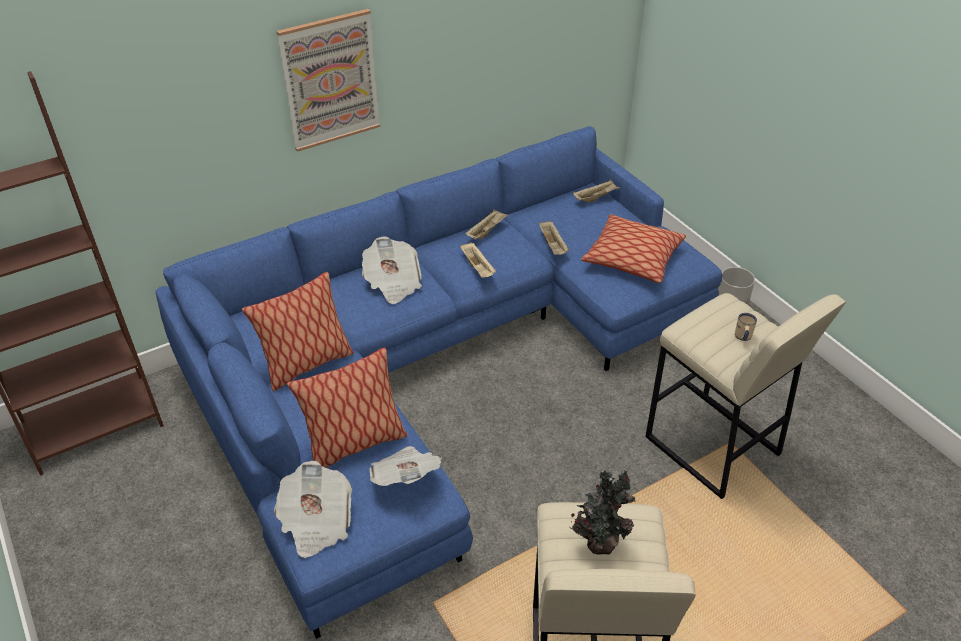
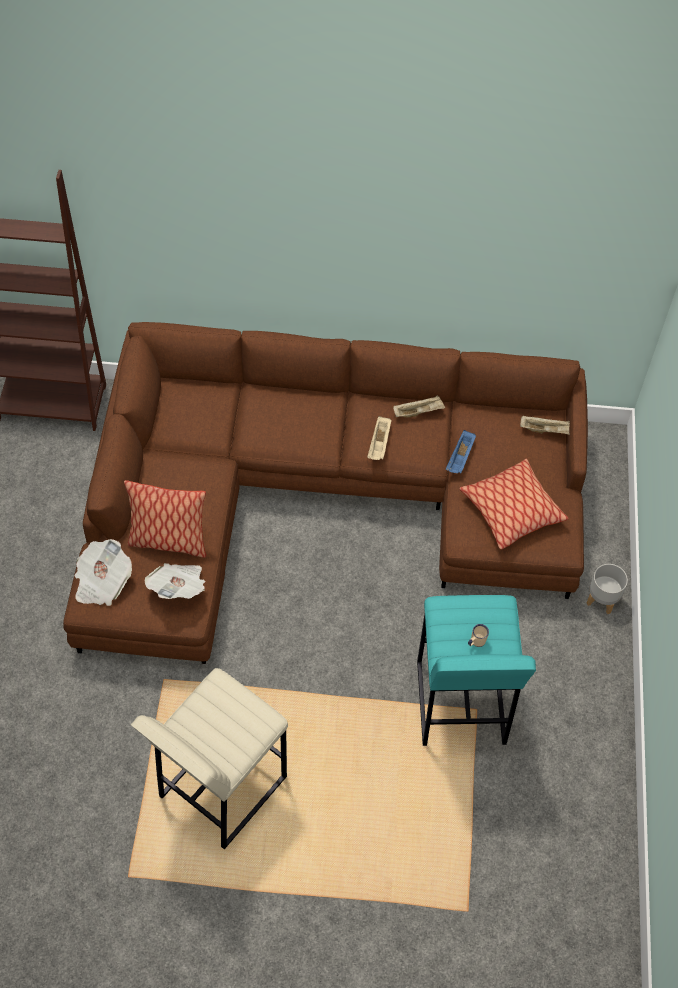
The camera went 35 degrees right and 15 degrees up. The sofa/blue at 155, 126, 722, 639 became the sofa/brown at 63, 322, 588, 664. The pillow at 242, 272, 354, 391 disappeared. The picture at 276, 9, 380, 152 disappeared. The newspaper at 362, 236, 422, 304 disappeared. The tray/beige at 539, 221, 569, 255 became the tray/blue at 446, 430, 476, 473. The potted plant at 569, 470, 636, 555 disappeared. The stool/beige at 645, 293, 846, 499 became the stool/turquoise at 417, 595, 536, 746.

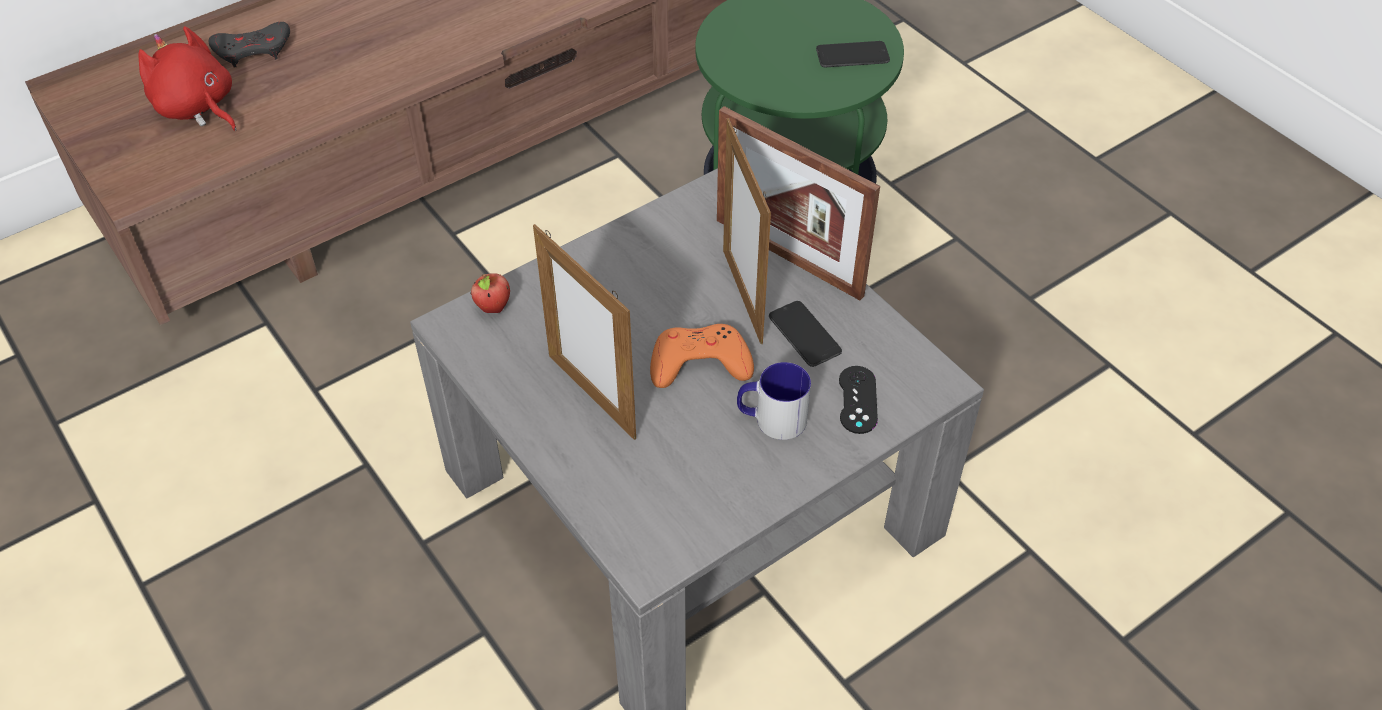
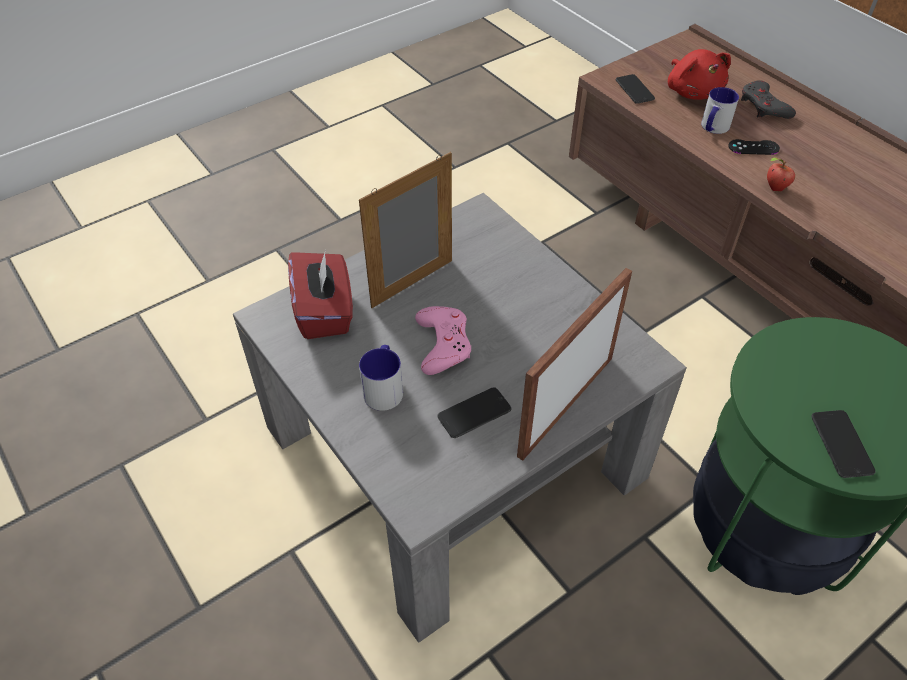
The camera went 90 degrees right and 0 degrees up. The plush toy/red at 138, 26, 237, 131 turned 120 degrees clockwise. The apple moved from 470, 273, 510, 313 to 767, 157, 795, 191. The game controller/orange at 650, 324, 754, 388 became the game controller/pink at 415, 306, 471, 375. The picture frame at 723, 118, 771, 344 disappeared. The game controller/black moved from 839, 366, 878, 434 to 728, 139, 780, 155. The tissue box/red at 288, 250, 353, 339 appeared. The phone at 616, 74, 655, 104 appeared. The mug at 701, 87, 739, 134 appeared.

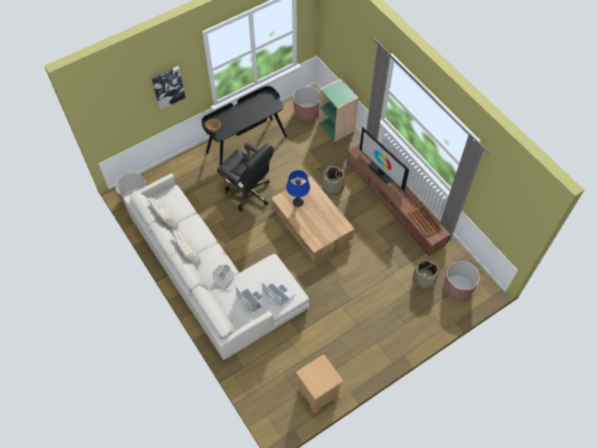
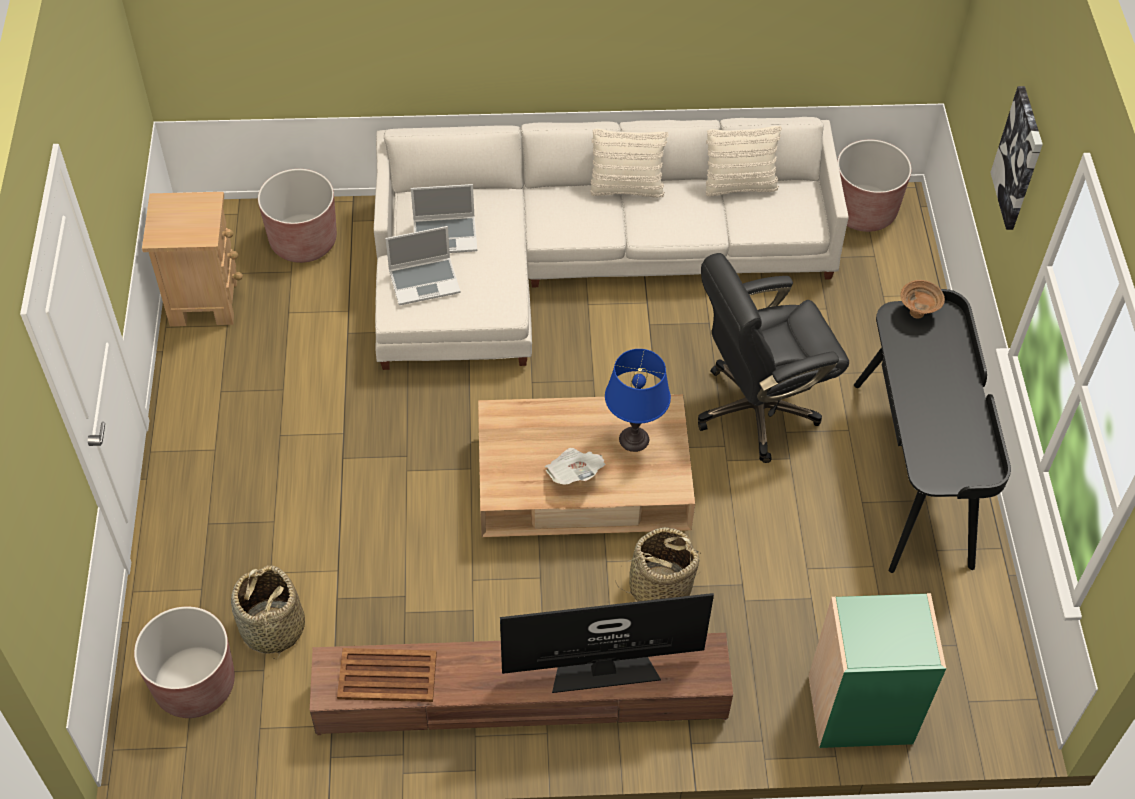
The camera went 120 degrees right and 5 degrees down. The newspaper moved from 212, 265, 234, 290 to 545, 448, 605, 485. The planter/brown moved from 293, 86, 320, 121 to 258, 169, 337, 263.

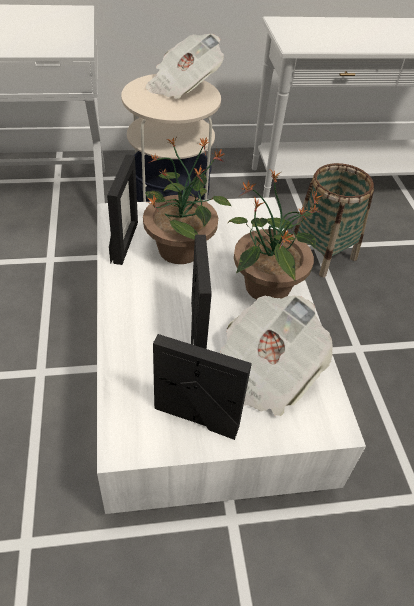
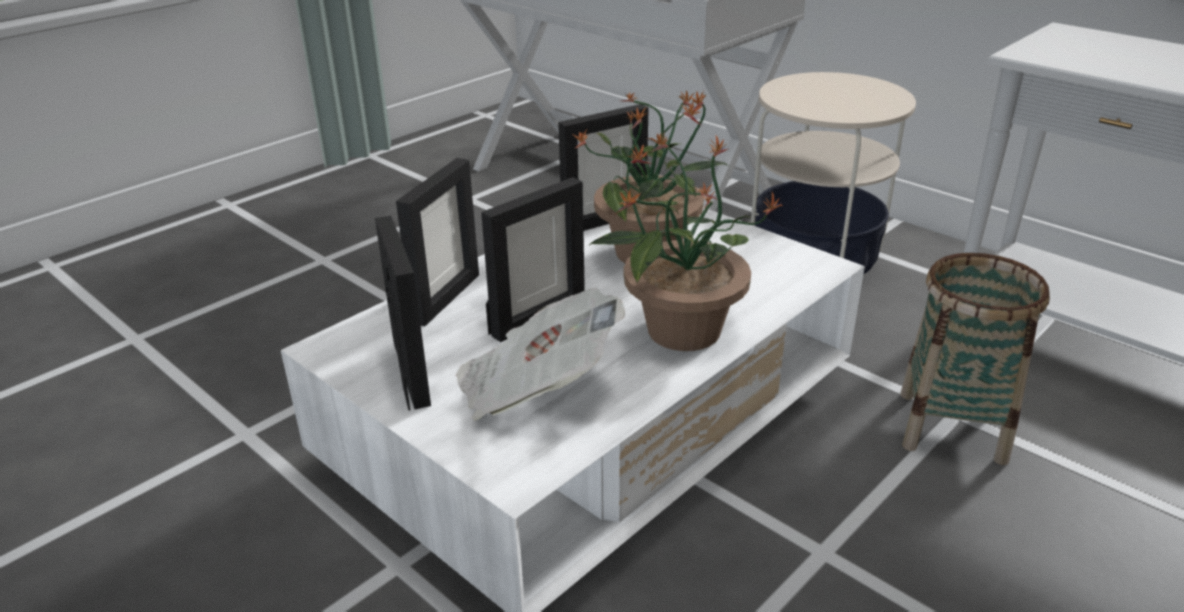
The camera went 55 degrees right and 15 degrees down. The newspaper at 145, 34, 224, 99 disappeared. The picture frame at 396, 158, 479, 326 appeared.

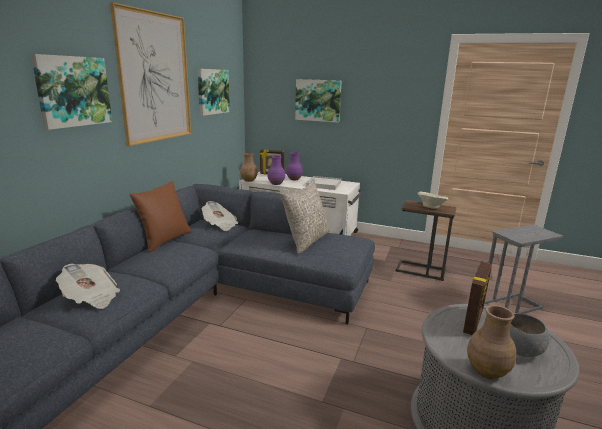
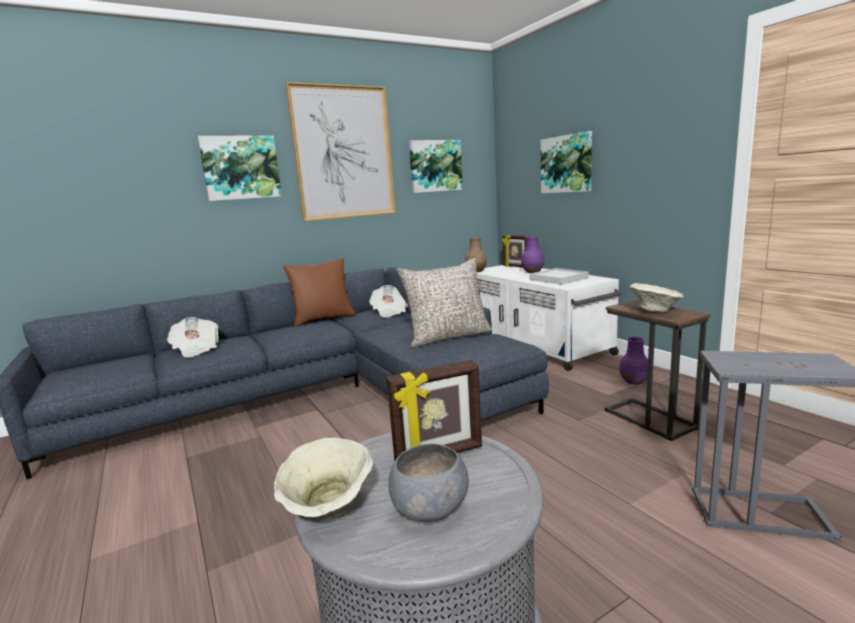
The camera went 40 degrees right and 5 degrees down. The vase/purple moved from 267, 156, 285, 185 to 619, 337, 648, 385. The vase/brown at 467, 305, 516, 379 was replaced by the bowl/beige at 274, 438, 373, 519.

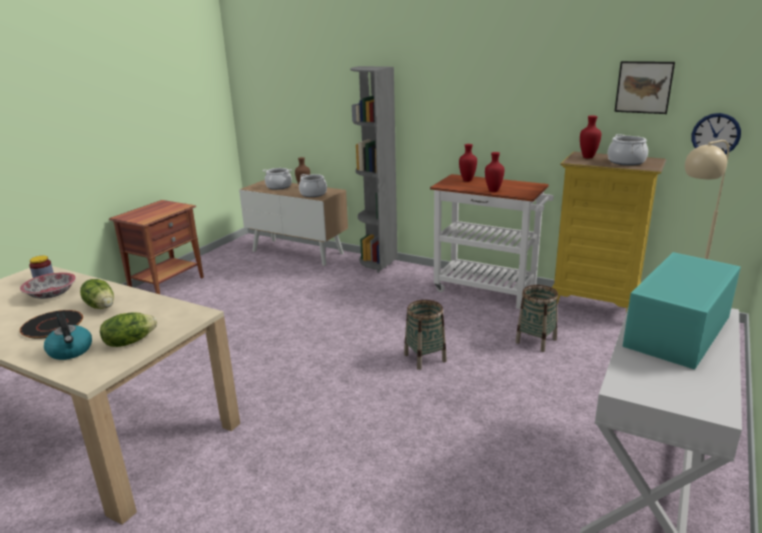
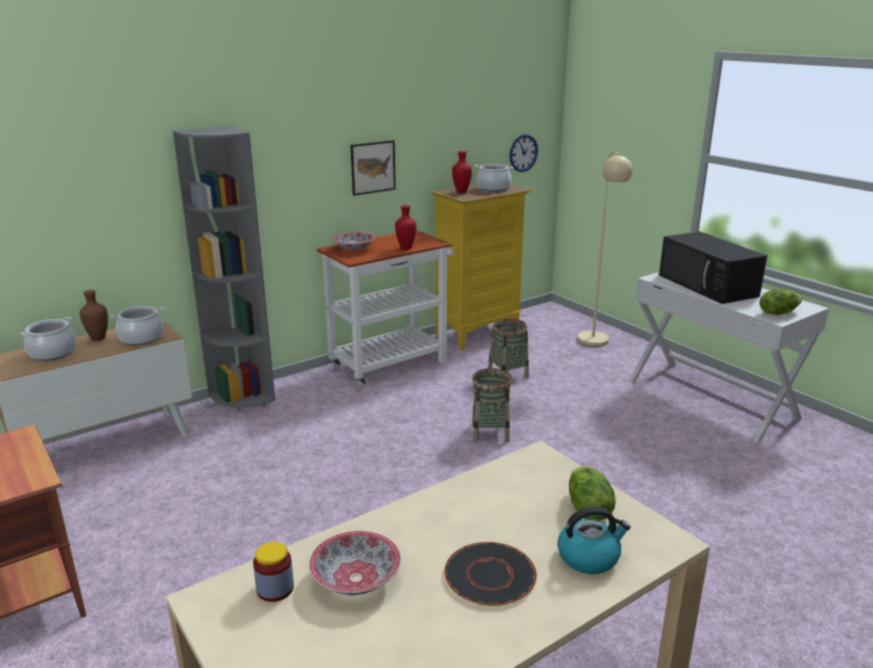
The camera went 65 degrees left and 0 degrees up. The lettuce moved from 80, 279, 114, 309 to 760, 288, 802, 315. The vase/red at 459, 144, 477, 182 was replaced by the bowl at 333, 232, 375, 250. The picture moved from 614, 61, 675, 114 to 351, 140, 396, 196. The microwave/turquoise at 622, 252, 741, 370 became the microwave/black at 659, 231, 767, 304.

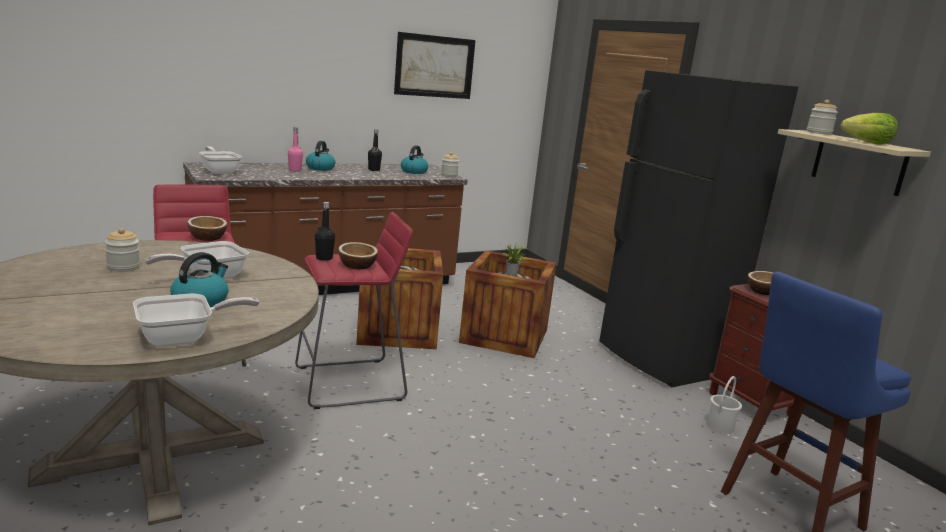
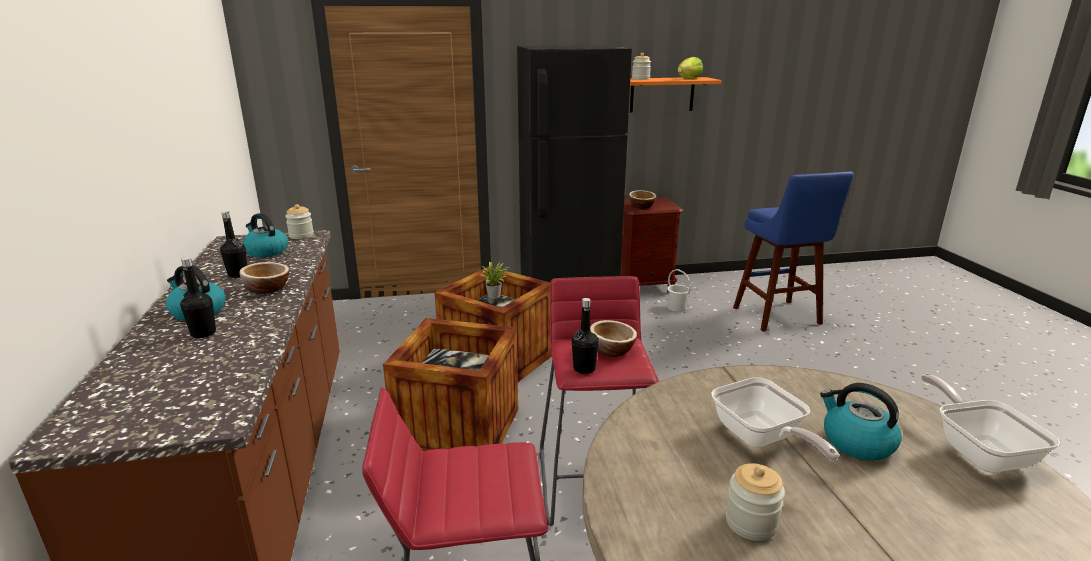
The camera went 70 degrees left and 5 degrees up. The bowl moved from 188, 216, 227, 241 to 240, 262, 289, 294. The frying pan at 199, 146, 242, 174 disappeared. The bottle/pink at 288, 127, 303, 172 became the bottle/black at 180, 257, 216, 338. The picture at 394, 32, 475, 99 disappeared. The shelf/beige at 778, 129, 931, 196 became the shelf/orange at 630, 77, 721, 113.

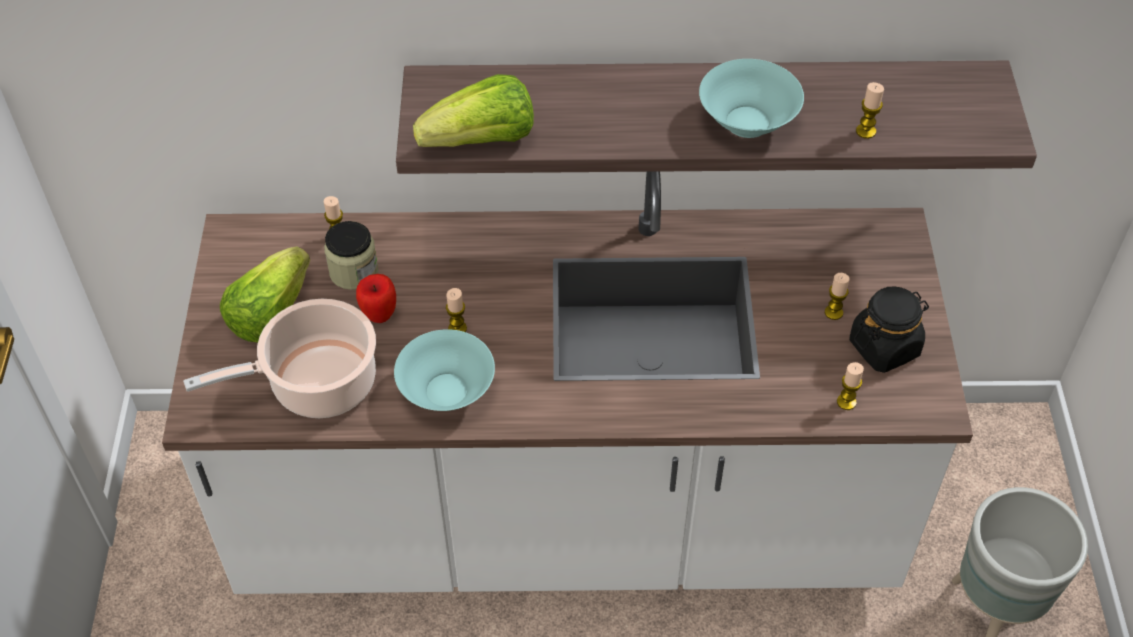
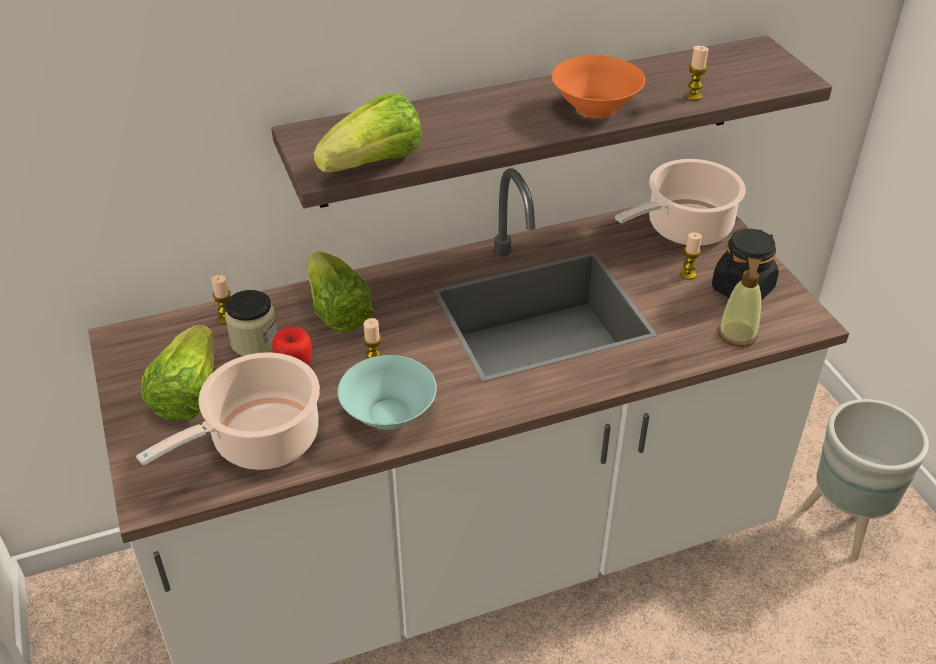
The camera went 20 degrees left and 10 degrees down. The bowl/turquoise at 699, 59, 804, 138 became the bowl/orange at 551, 55, 645, 118. The candle at 837, 362, 864, 410 was replaced by the soap dispenser at 718, 258, 762, 347. The lettuce at 307, 251, 374, 333 appeared. The cooking pot at 615, 159, 746, 246 appeared.

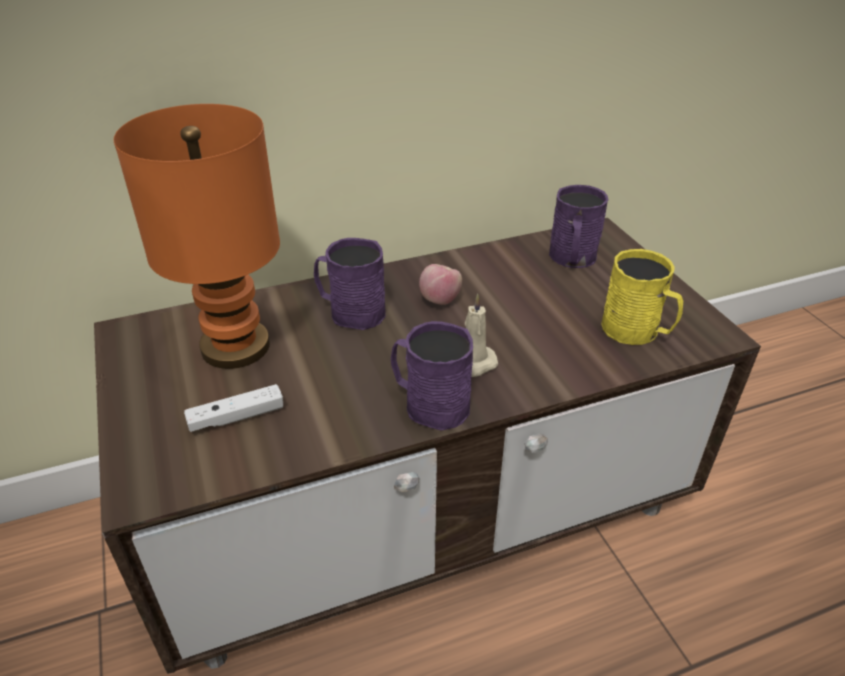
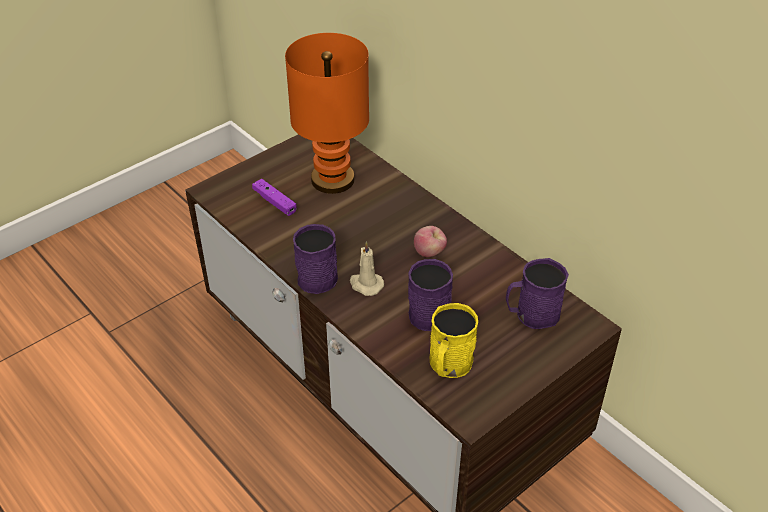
The camera went 70 degrees right and 5 degrees up. The game controller/white at 184, 384, 283, 432 became the game controller/purple at 252, 179, 297, 216. The mug/purple moved from 314, 238, 386, 330 to 408, 259, 453, 331.

